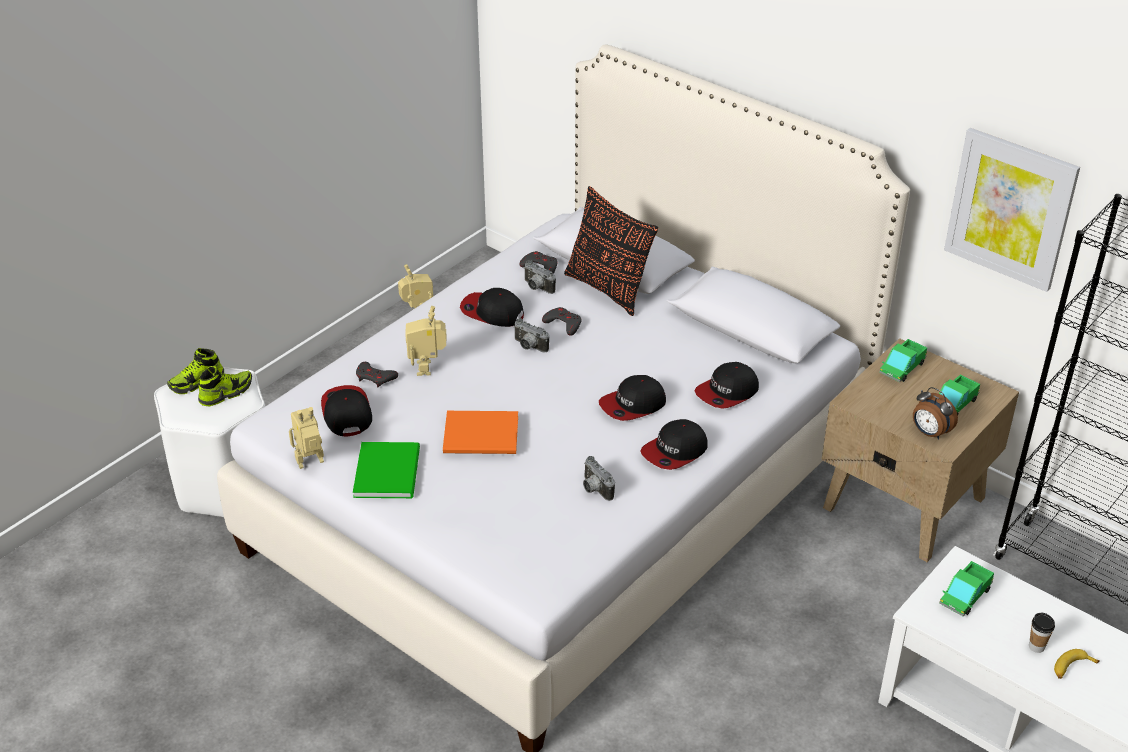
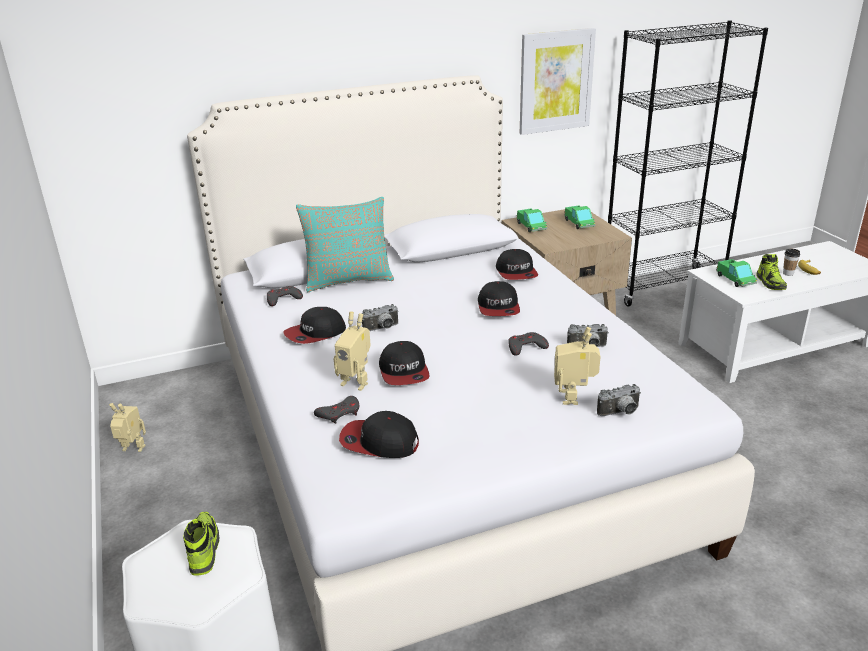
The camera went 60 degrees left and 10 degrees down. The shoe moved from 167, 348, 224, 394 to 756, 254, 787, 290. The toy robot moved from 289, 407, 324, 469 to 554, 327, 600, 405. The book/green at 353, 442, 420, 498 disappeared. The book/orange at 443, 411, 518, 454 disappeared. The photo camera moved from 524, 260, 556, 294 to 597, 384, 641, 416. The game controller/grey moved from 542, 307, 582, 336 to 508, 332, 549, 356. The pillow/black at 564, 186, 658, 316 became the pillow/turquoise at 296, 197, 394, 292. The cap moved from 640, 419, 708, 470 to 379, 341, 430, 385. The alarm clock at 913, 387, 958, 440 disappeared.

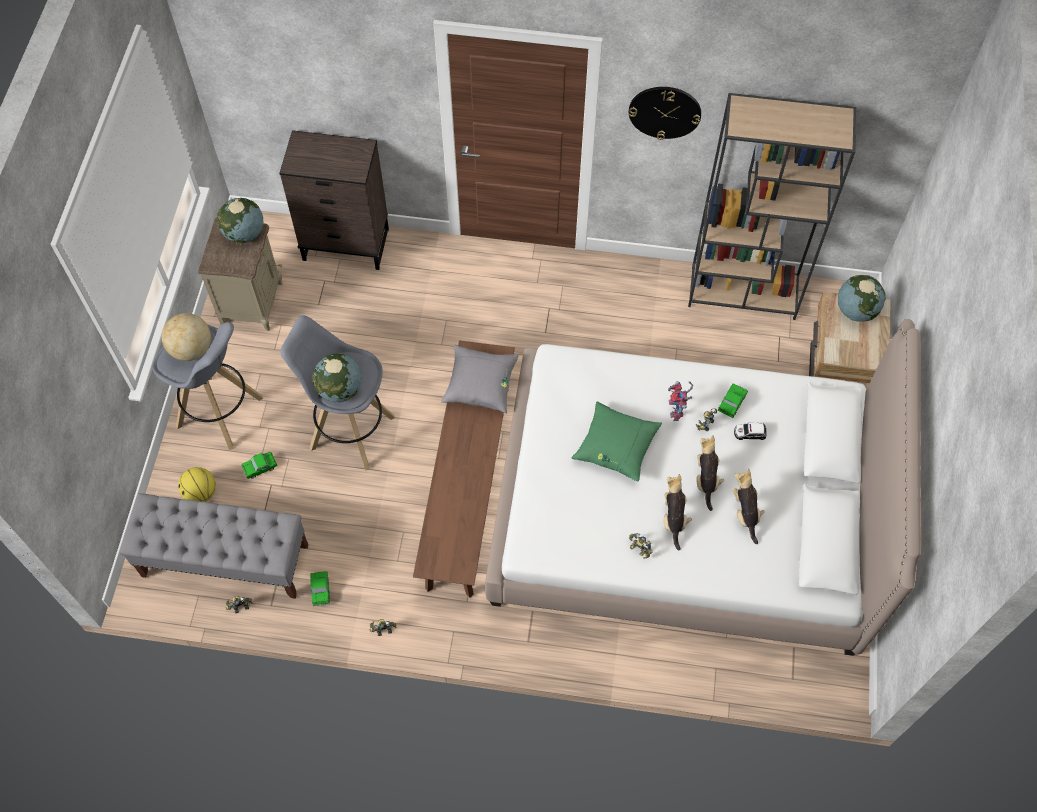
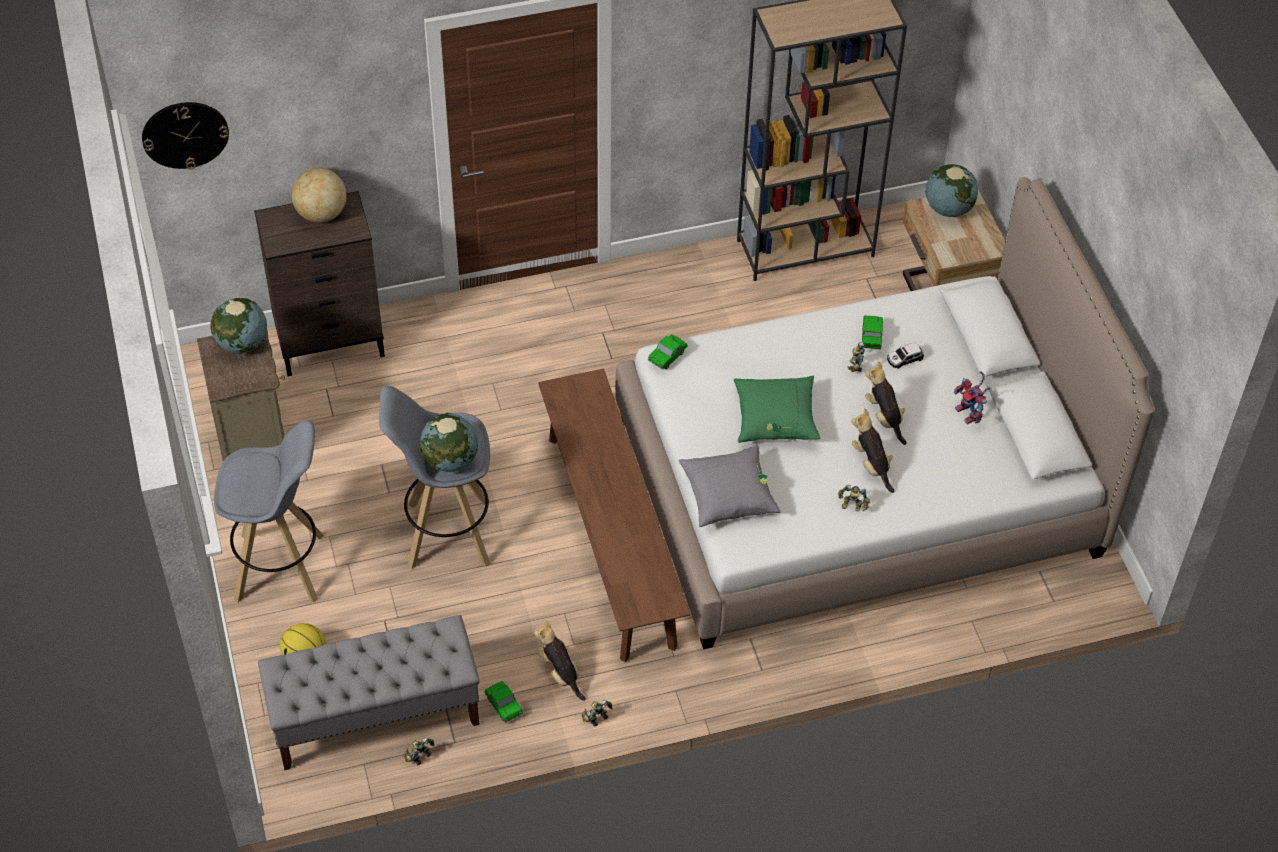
The camera went 25 degrees left and 10 degrees down. The globe moved from 162, 313, 211, 361 to 291, 168, 347, 223. The toy car moved from 241, 452, 278, 479 to 648, 334, 688, 370. The pillow/grey moved from 441, 345, 519, 413 to 679, 445, 781, 527. The wall clock moved from 629, 87, 701, 140 to 142, 102, 229, 169. The toy robot moved from 668, 381, 693, 421 to 954, 371, 991, 424. The plush toy moved from 733, 469, 765, 544 to 534, 620, 586, 701.

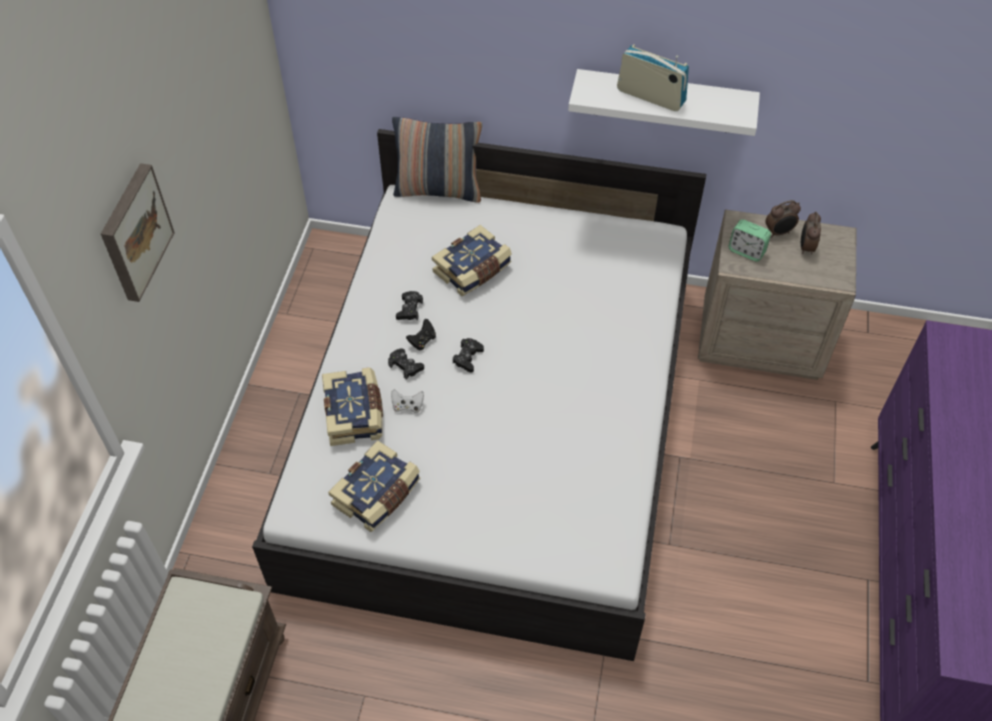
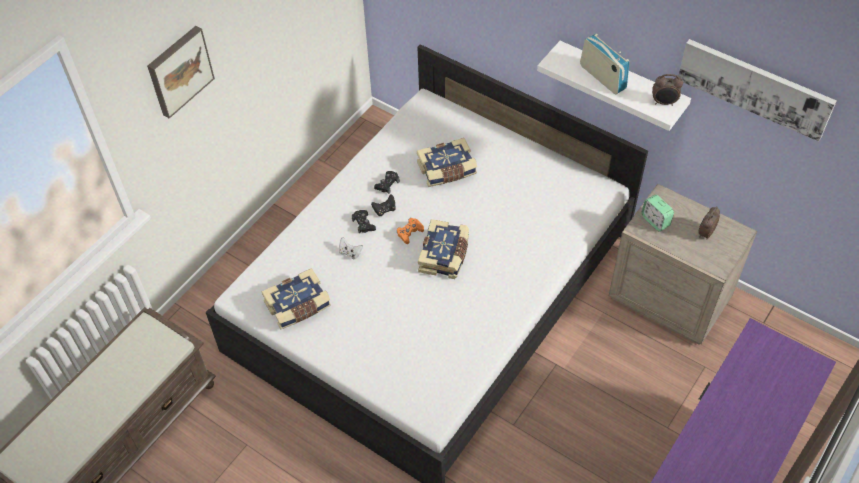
The camera went 25 degrees right and 0 degrees up. The book moved from 322, 367, 383, 446 to 418, 219, 469, 279. The pillow at 392, 117, 482, 203 disappeared. The game controller/black at 453, 338, 484, 373 became the game controller/orange at 397, 218, 424, 244. The alarm clock moved from 765, 200, 801, 237 to 652, 74, 683, 106. The picture at 678, 39, 837, 141 appeared.

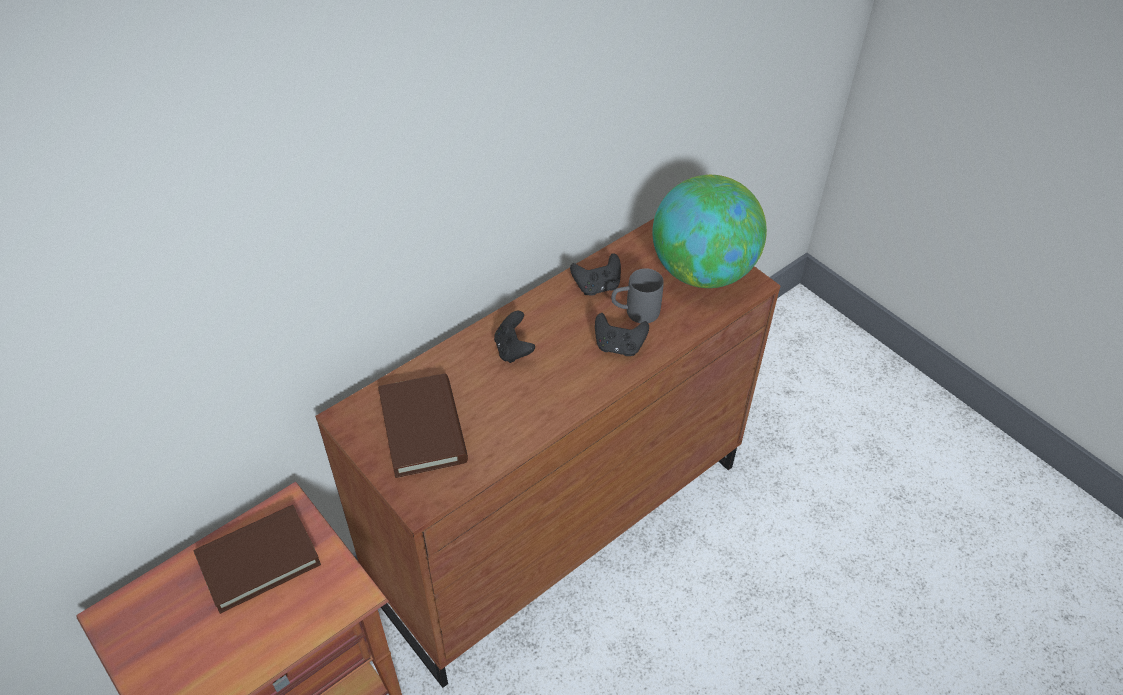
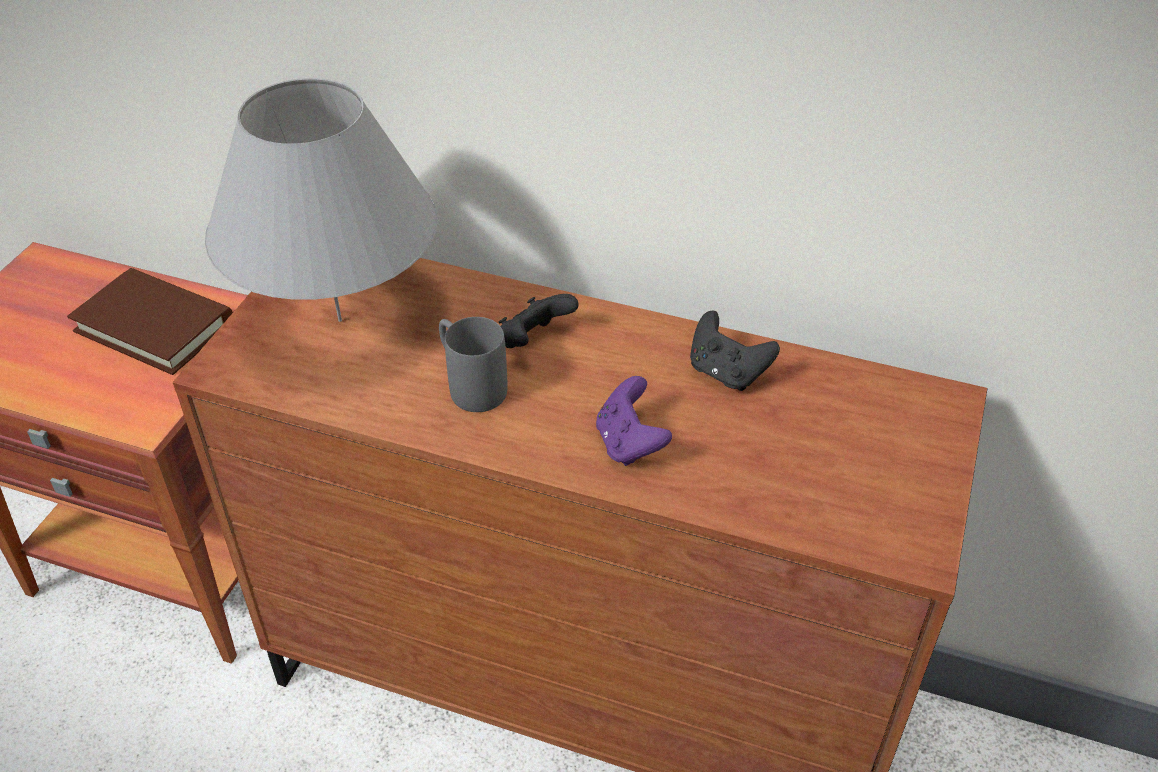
The camera went 60 degrees right and 5 degrees down. The book/brown at 378, 373, 468, 478 was replaced by the table lamp/grey at 205, 78, 438, 322. The game controller/black at 595, 313, 649, 356 became the game controller/purple at 596, 376, 672, 466. The mug/grey moved from 611, 268, 664, 323 to 439, 317, 507, 412. The globe at 652, 175, 767, 288 disappeared.

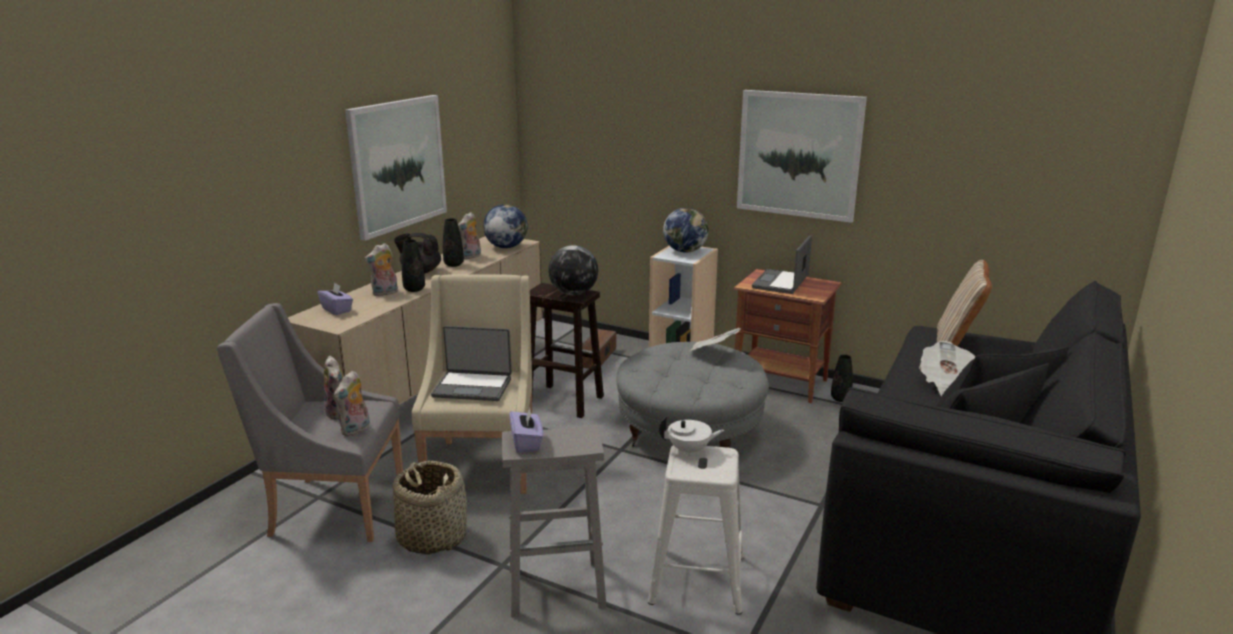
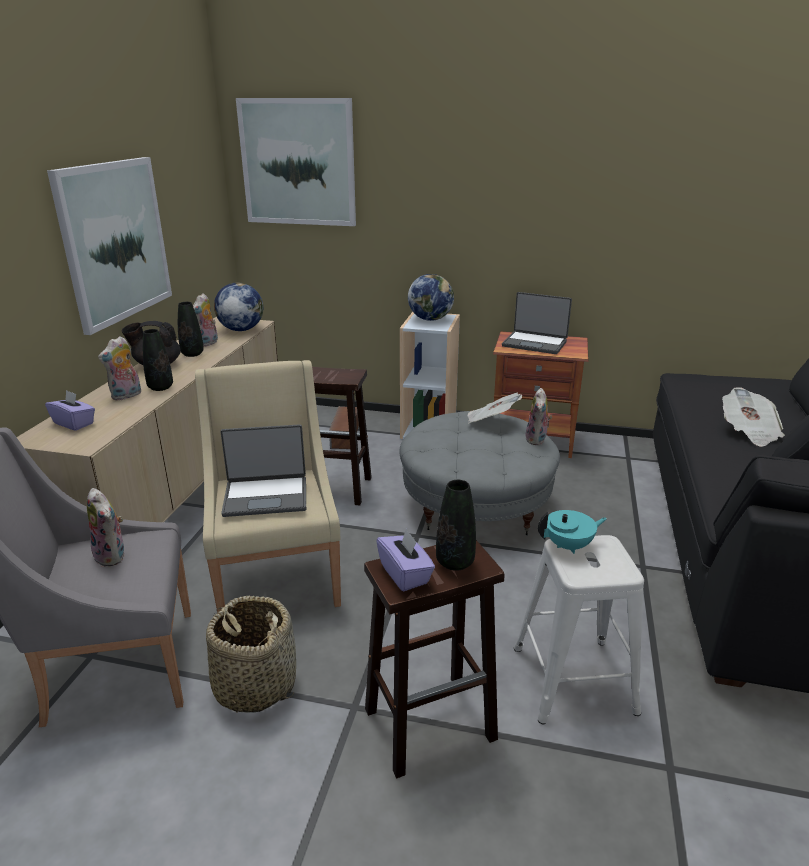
The camera went 15 degrees left and 5 degrees up. The plush toy moved from 334, 371, 370, 436 to 526, 388, 552, 445. The stool/grey at 502, 425, 607, 617 became the stool/brown at 364, 540, 505, 779. The globe at 548, 245, 598, 295 disappeared. The teapot/white at 659, 416, 724, 457 became the teapot/turquoise at 538, 510, 607, 554. The picture moved from 737, 90, 867, 223 to 236, 98, 356, 226. The laptop at 752, 235, 812, 294 turned 75 degrees counterclockwise. The vase/black moved from 831, 355, 853, 402 to 436, 480, 476, 571. The pillow/beige at 937, 260, 992, 346 disappeared.

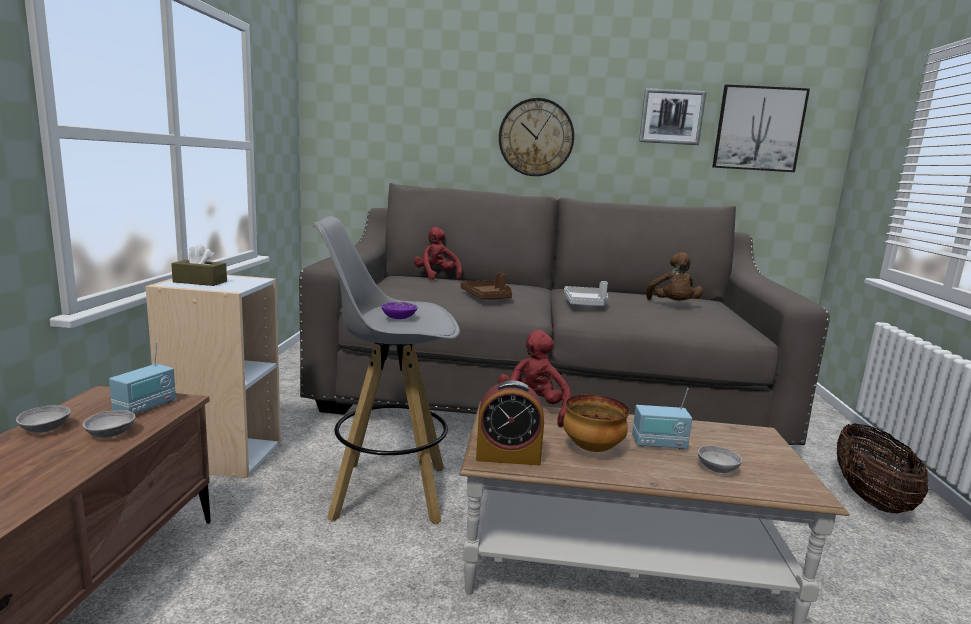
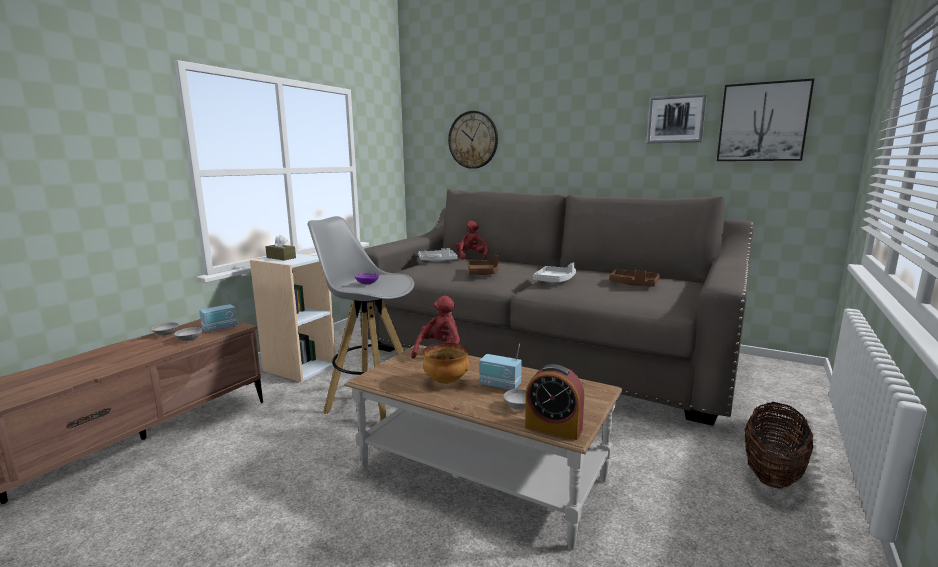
The camera went 25 degrees right and 0 degrees up. The alarm clock moved from 476, 380, 544, 465 to 525, 364, 584, 440. The wall clock moved from 499, 98, 574, 176 to 448, 111, 498, 169. The plush toy/brown at 646, 253, 703, 301 was replaced by the tray/brown at 609, 269, 660, 286. The tray/grey at 418, 248, 457, 261 appeared.

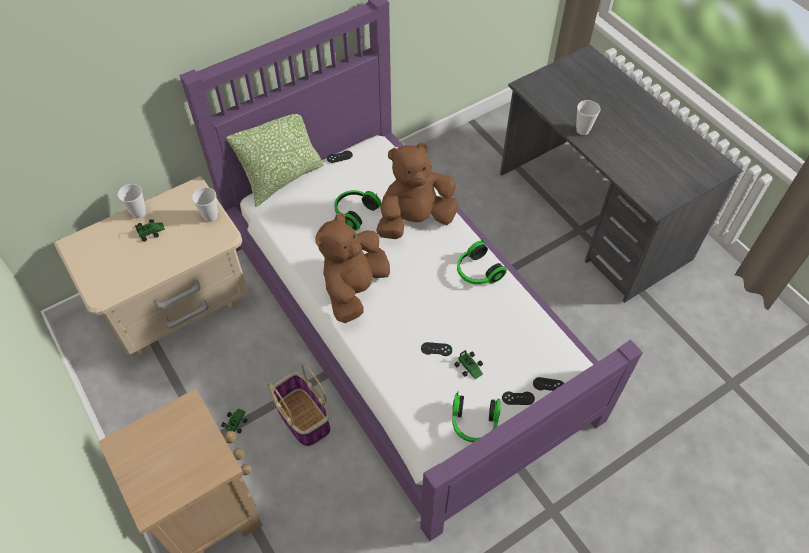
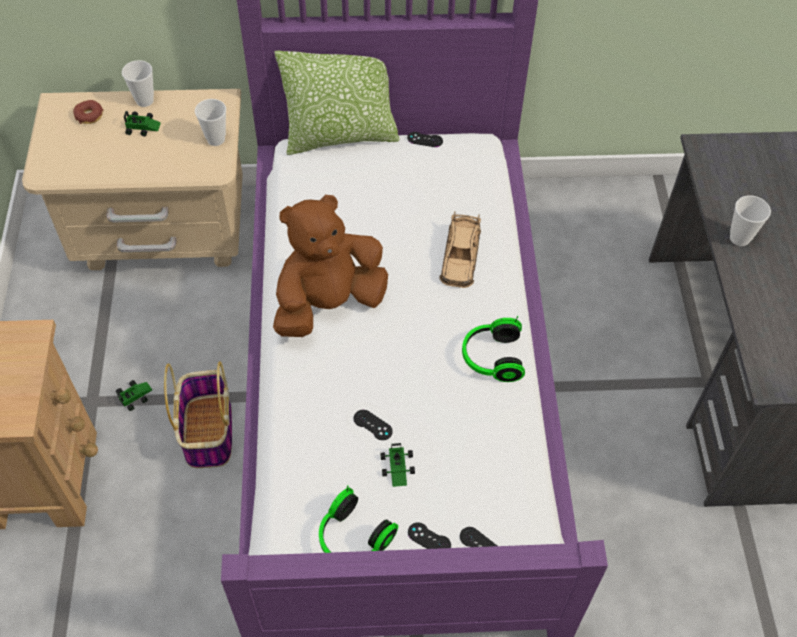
The camera went 30 degrees right and 0 degrees up. The headphones at 334, 190, 381, 231 disappeared. The plush toy/brown at 376, 142, 458, 239 was replaced by the toy car/beige at 439, 211, 481, 288. The donut at 73, 100, 104, 124 appeared.

